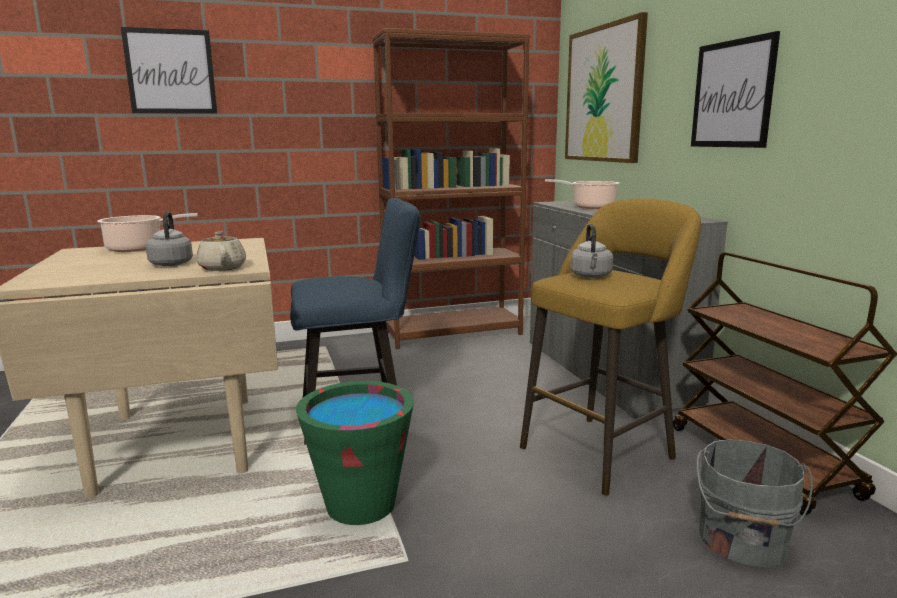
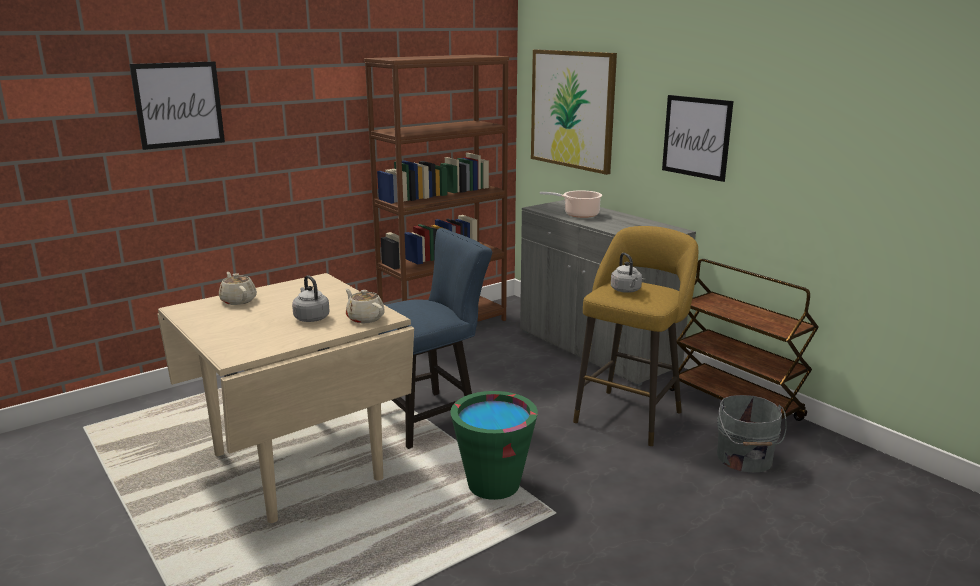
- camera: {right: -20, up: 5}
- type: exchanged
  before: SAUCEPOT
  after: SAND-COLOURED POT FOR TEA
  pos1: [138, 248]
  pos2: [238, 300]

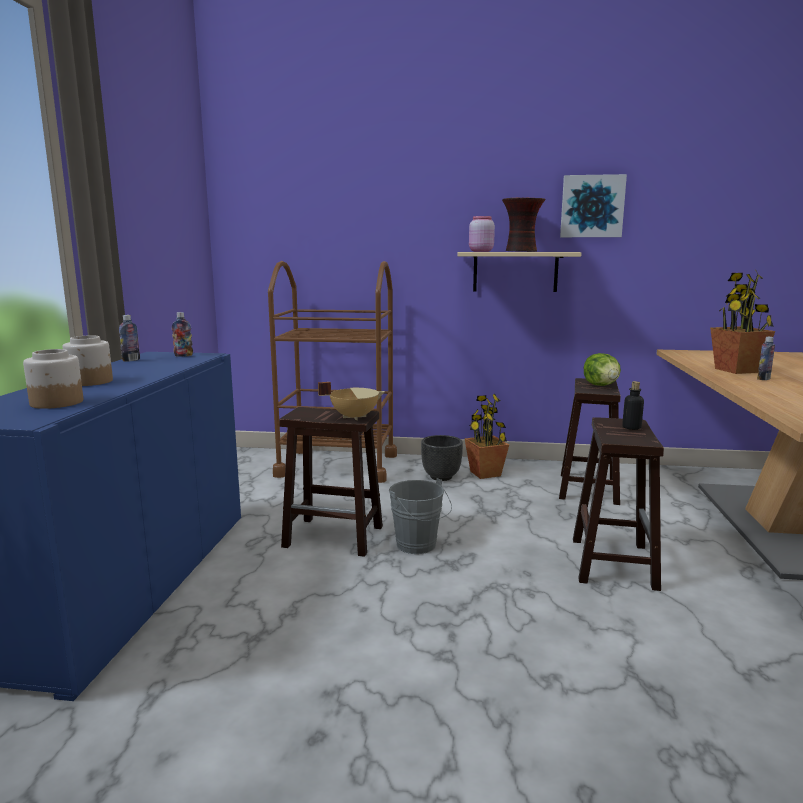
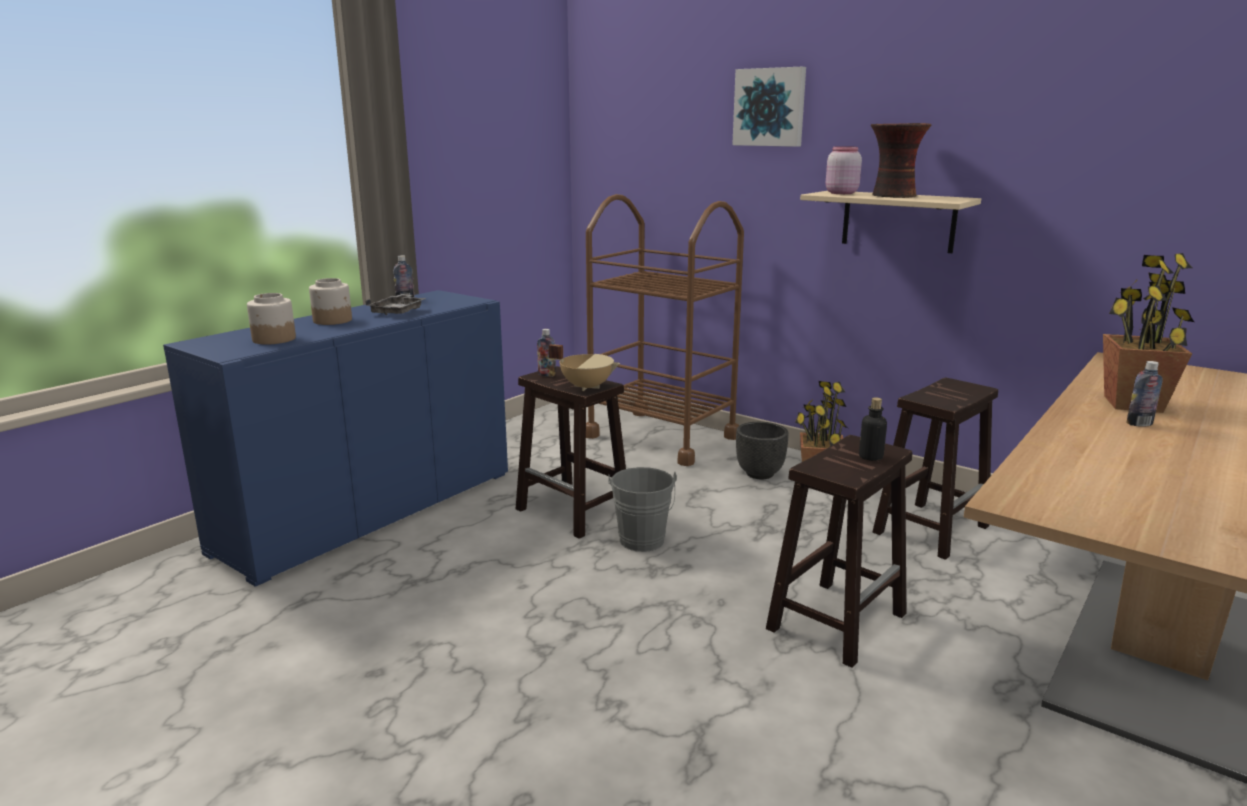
- camera: {right: 30, up: 5}
- type: relocated
  before: DRINK BOTTLE
  pos1: [183, 355]
  pos2: [547, 375]
- type: relocated
  before: PICTURE
  pos1: [592, 206]
  pos2: [770, 107]
- type: missing
  before: LETTUCE
  pos1: [601, 385]
- type: appeared
  after: GRAY SERVING TRAY
  pos2: [398, 312]

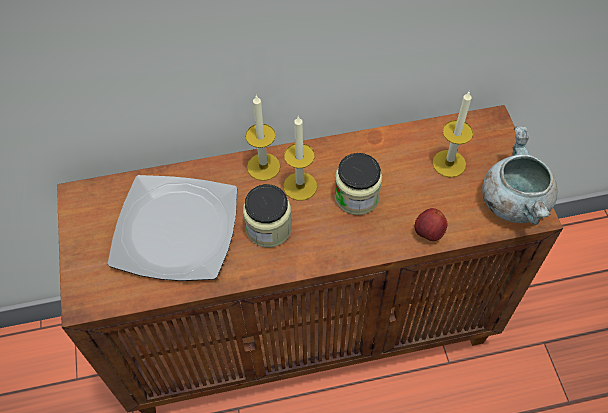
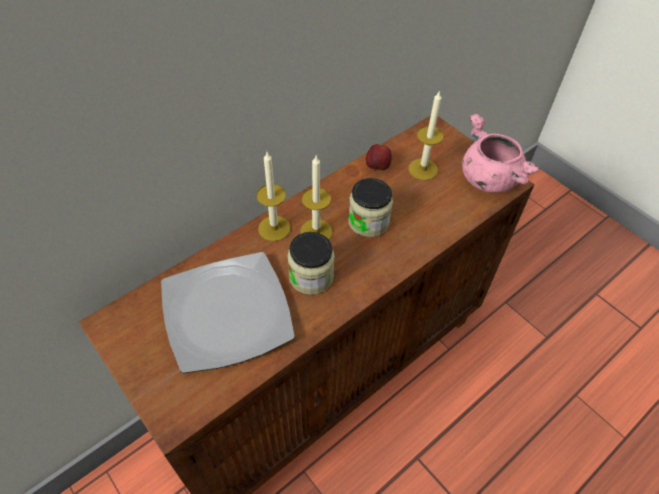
- camera: {right: -30, up: -5}
- type: relocated
  before: WHOLE APPLE
  pos1: [428, 233]
  pos2: [377, 167]
- type: colour
  before: GRAY SAUCEPOT
  after: PINK SAUCEPOT
  pos1: [513, 202]
  pos2: [488, 179]

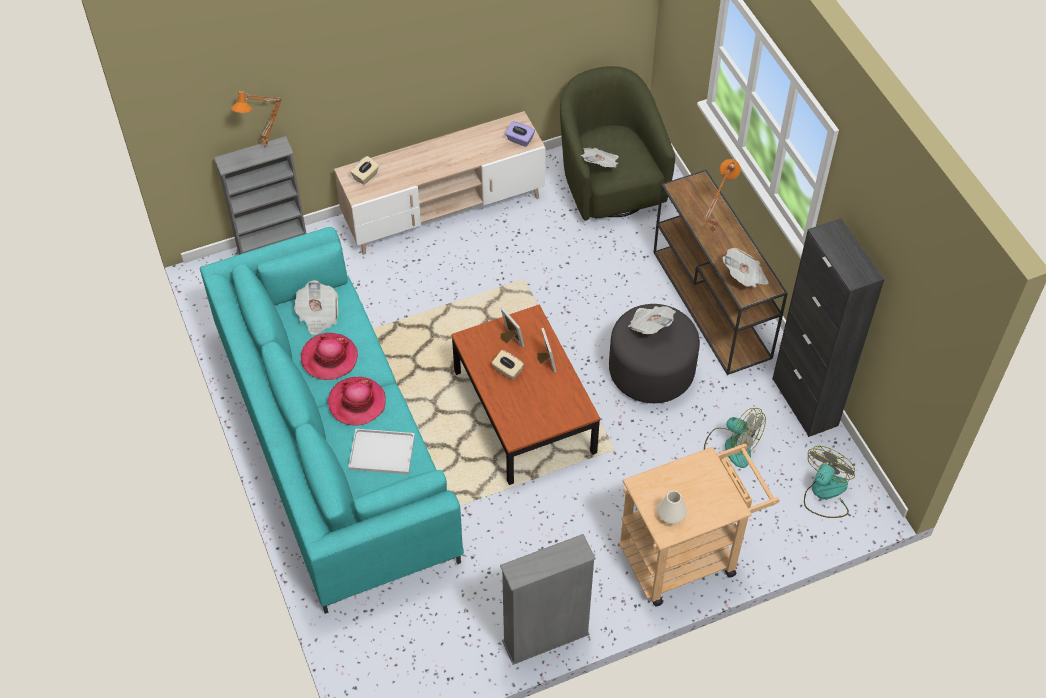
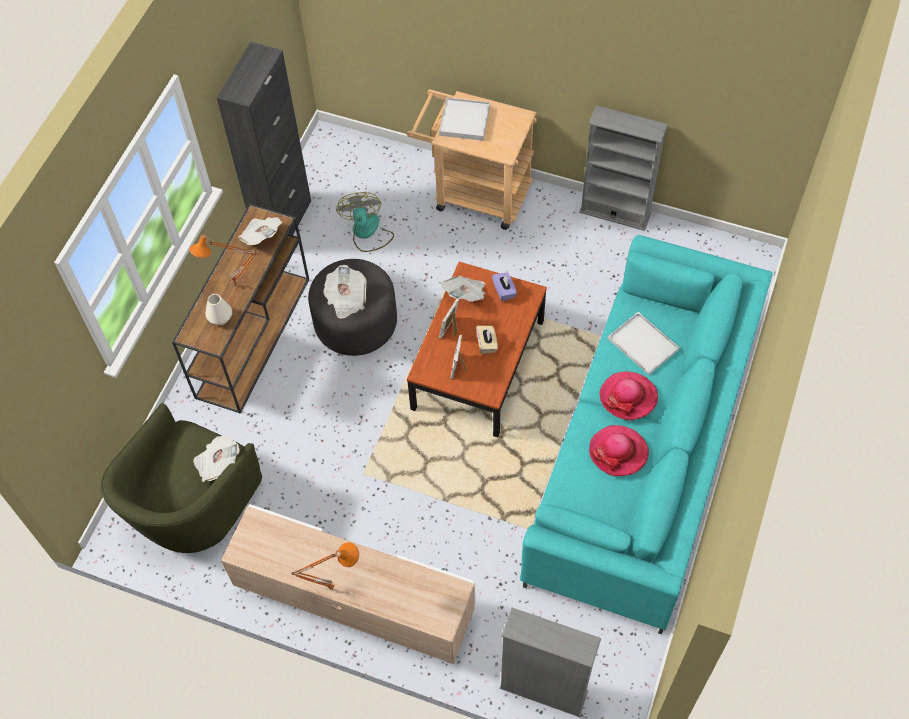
- camera: {right: -135, up: 5}
- type: relocated
  before: ORANGE TABLETOP LAMP
  pos1: [267, 148]
  pos2: [332, 587]
- type: relocated
  before: NEWSPAPER
  pos1: [318, 315]
  pos2: [466, 294]
- type: missing
  before: SAND-COLOURED BOX OF TISSUES
  pos1: [366, 176]
- type: relocated
  before: PURPLISH BOX OF TISSUES
  pos1: [519, 140]
  pos2: [504, 291]
- type: relocated
  before: WHITE VASE
  pos1: [670, 516]
  pos2: [220, 318]
- type: missing
  before: COOLING FAN
  pos1: [824, 493]
- type: appeared
  after: WHITE SERVING TRAY
  pos2: [464, 121]

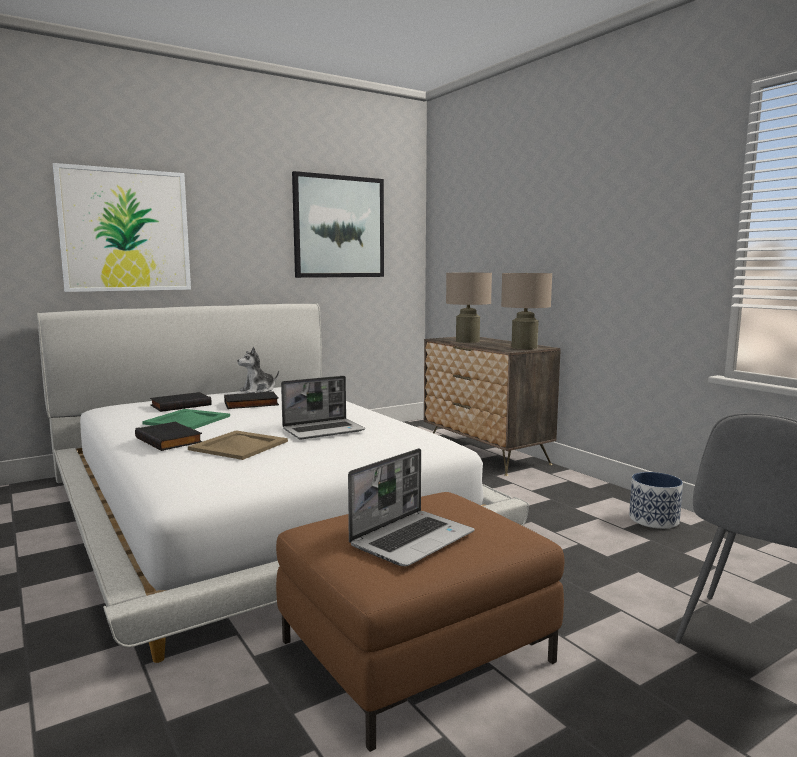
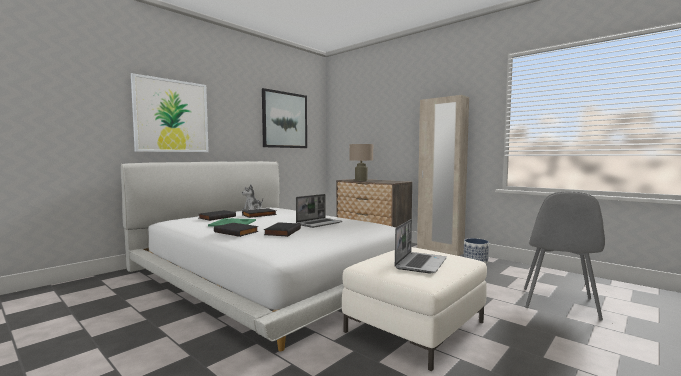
- camera: {right: -15, up: -5}
- type: exchanged
  before: SAND-COLOURED SERVING TRAY
  after: BLACK-COLOURED VOLUME
  pos1: [239, 445]
  pos2: [282, 231]
- type: colour
  before: BROWN-COLOURED OTTOMAN
  after: WHITE OTTOMAN
  pos1: [416, 651]
  pos2: [415, 327]
- type: missing
  before: SAND-COLOURED TABLETOP LAMP
  pos1: [524, 347]
- type: appeared
  after: SAND-COLOURED CLOTHES CUPBOARD
  pos2: [440, 251]

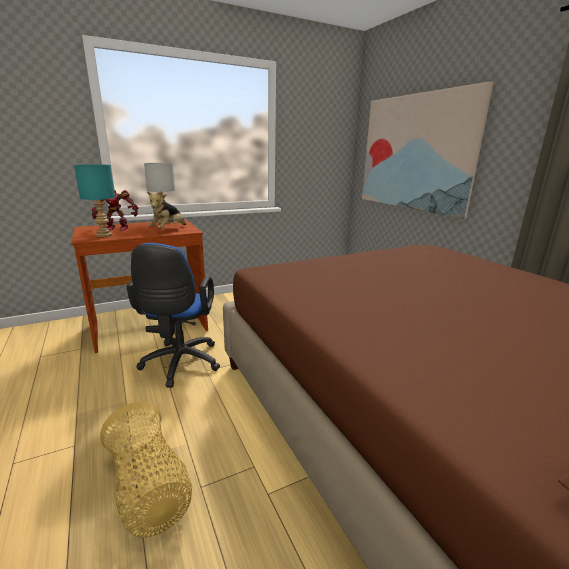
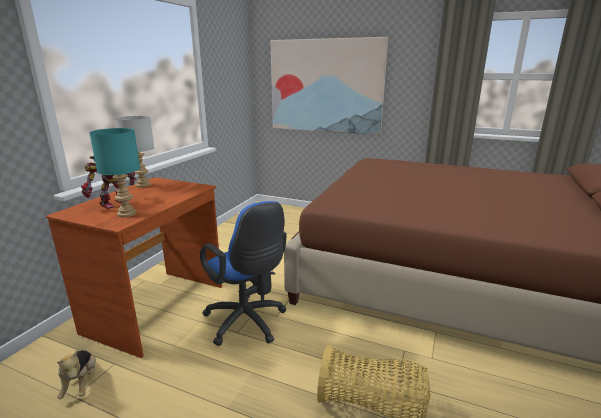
- camera: {right: -40, up: 0}
- type: relocated
  before: SOFT TOY
  pos1: [168, 230]
  pos2: [81, 383]

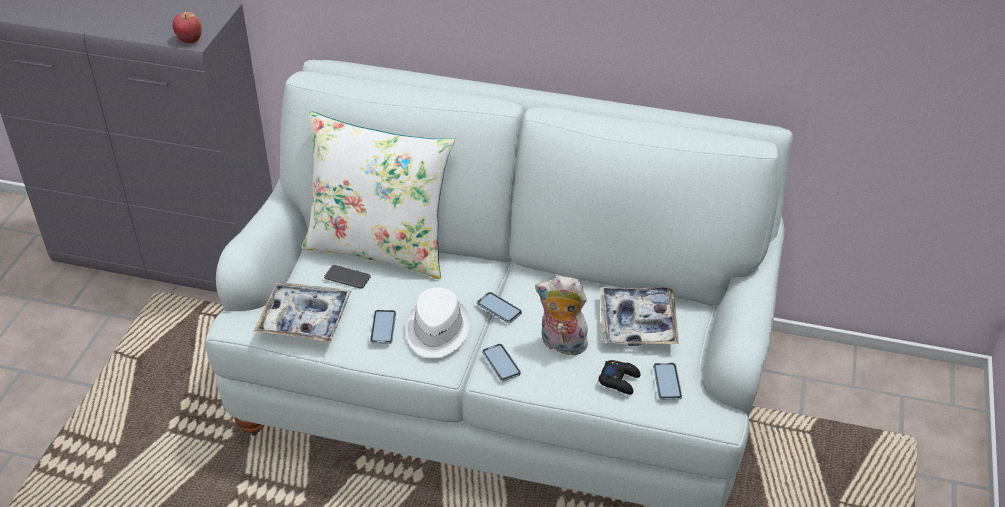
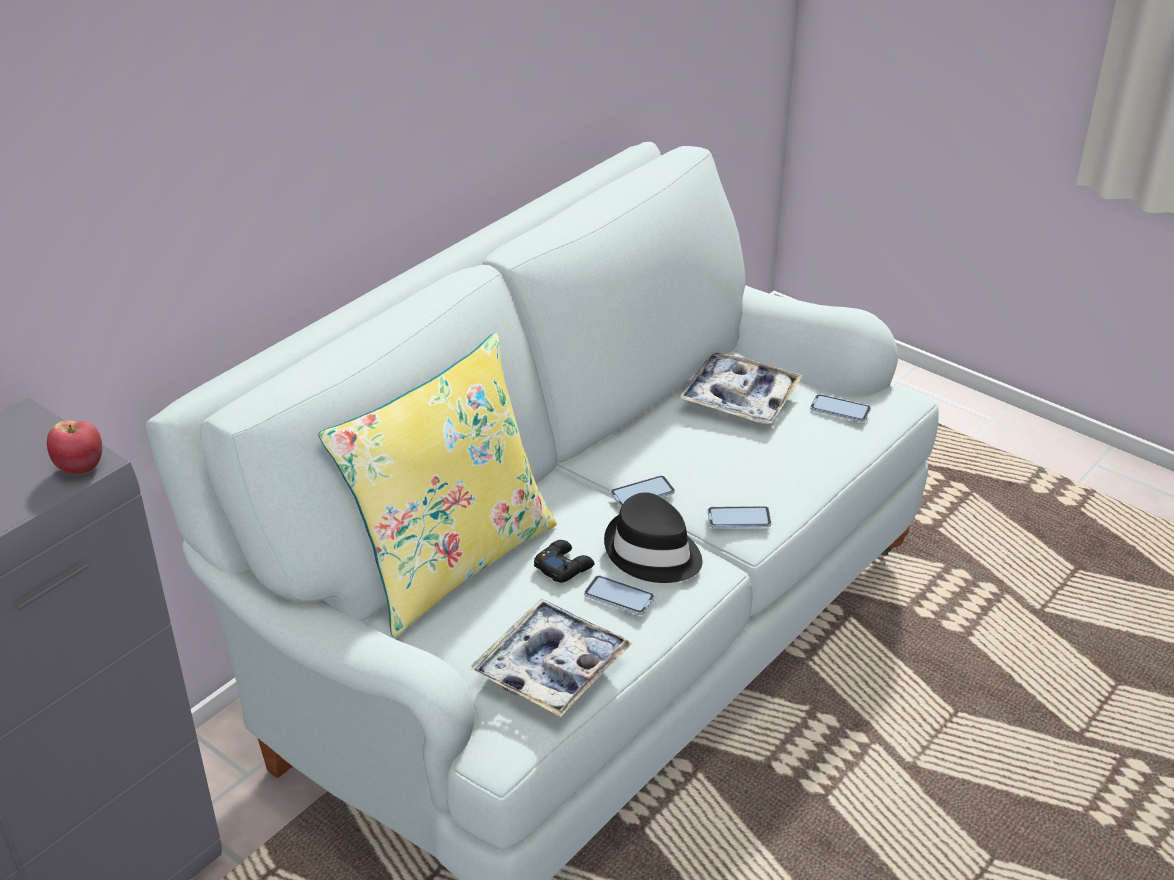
- camera: {right: -65, up: -5}
- type: colour
  before: WHITE PILLOW
  after: YELLOW-COLOURED PILLOW
  pos1: [380, 247]
  pos2: [451, 561]
- type: missing
  before: PHONE
  pos1: [347, 277]
- type: colour
  before: WHITE HAT
  after: BLACK-COLOURED HAT
  pos1: [436, 330]
  pos2: [652, 553]
- type: missing
  before: SOFT TOY
  pos1: [561, 345]
- type: relocated
  before: BLACK-COLOURED GAME CONTROLLER
  pos1: [619, 380]
  pos2: [563, 566]

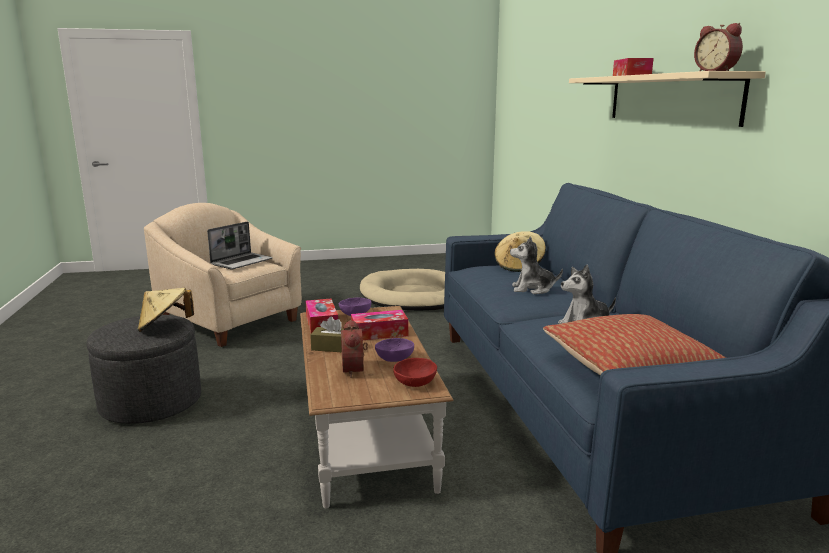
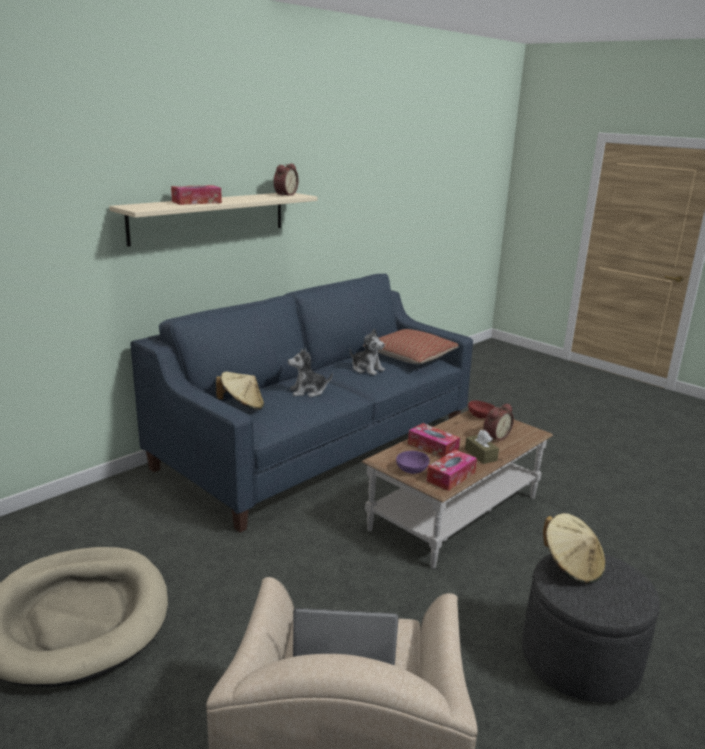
- camera: {right: -125, up: 5}
- type: missing
  before: PURPLISH SERVING BOWL
  pos1: [394, 359]
- type: spun
  before: SOFT TOY
  pos1: [532, 289]
  pos2: [308, 391]
  turn: 105

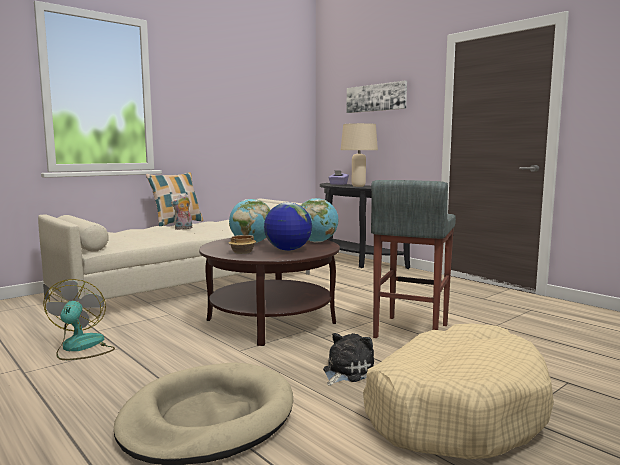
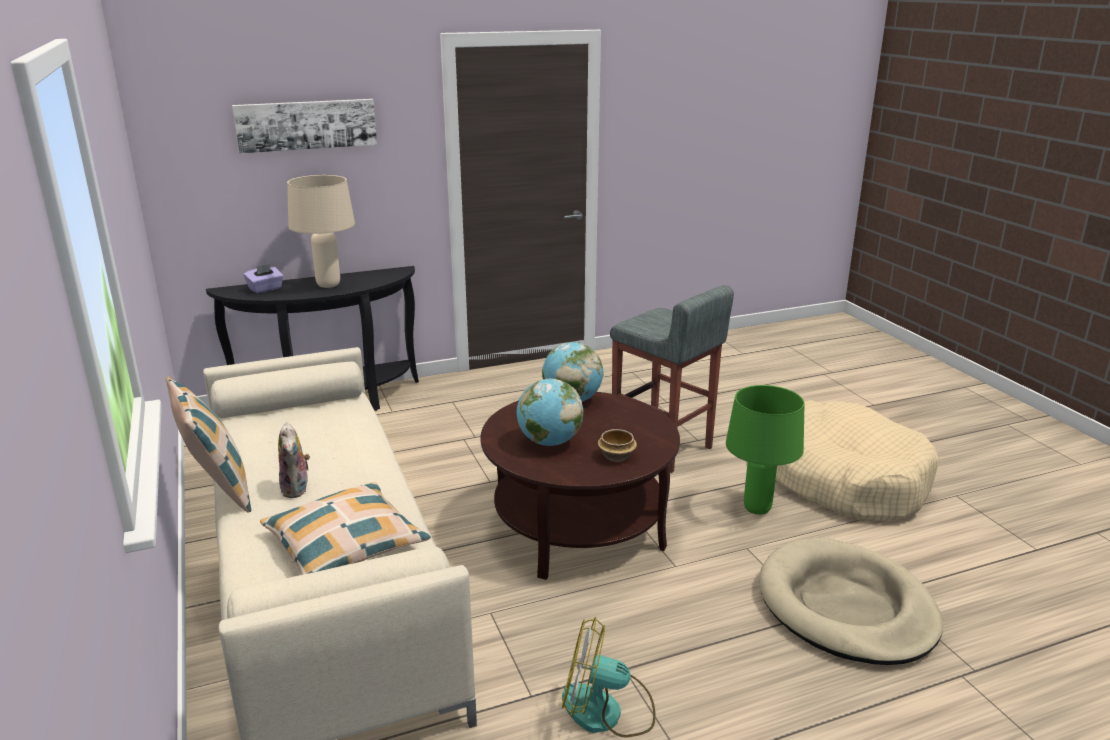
- camera: {right: -70, up: 15}
- type: missing
  before: DESK GLOBE
  pos1: [288, 250]
- type: exchanged
  before: SOFT TOY
  after: GREEN-COLOURED TABLETOP LAMP
  pos1: [346, 372]
  pos2: [757, 509]
- type: appeared
  after: PILLOW
  pos2: [345, 544]

